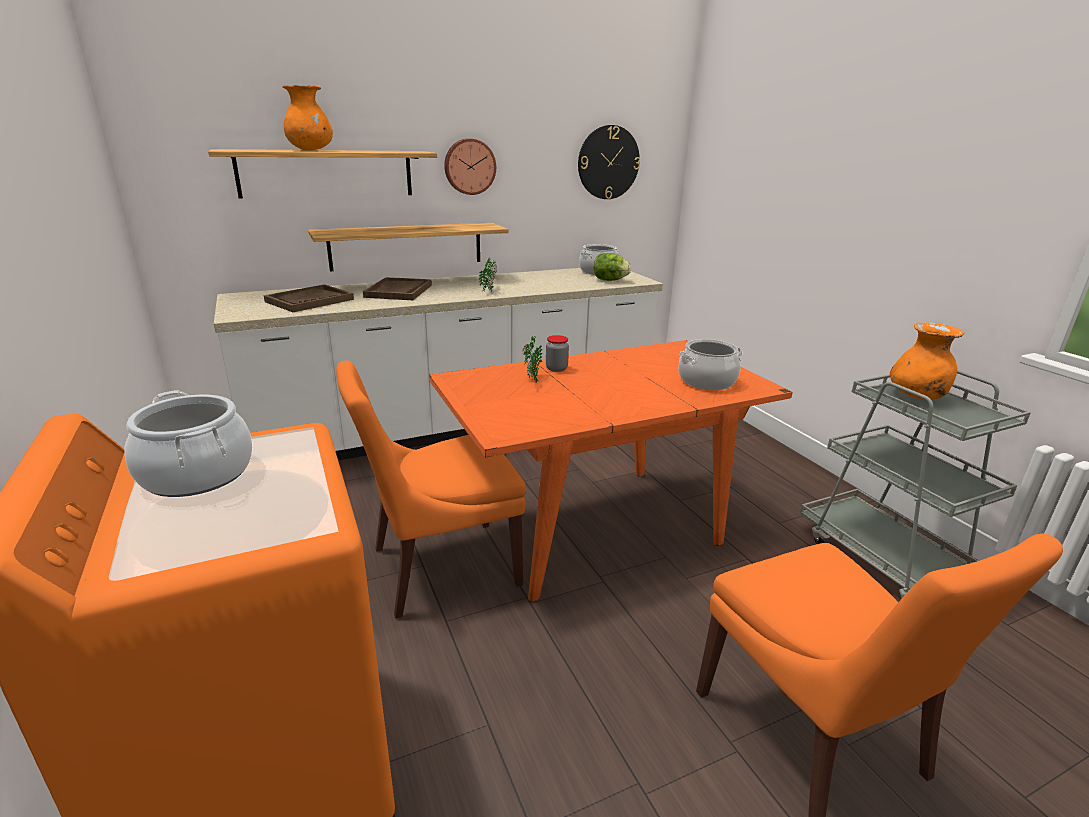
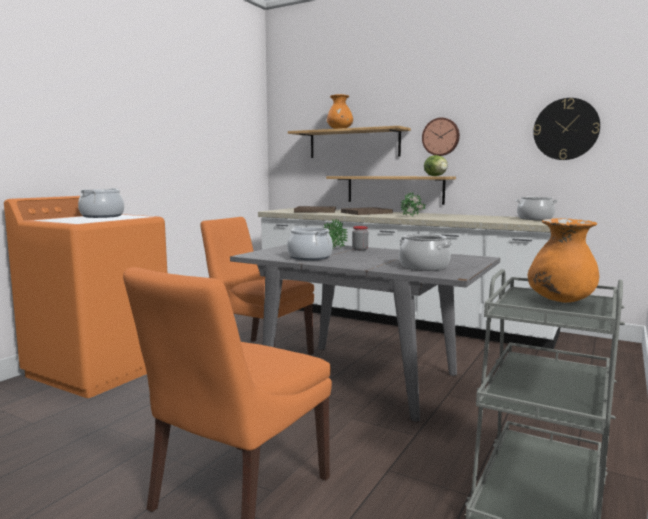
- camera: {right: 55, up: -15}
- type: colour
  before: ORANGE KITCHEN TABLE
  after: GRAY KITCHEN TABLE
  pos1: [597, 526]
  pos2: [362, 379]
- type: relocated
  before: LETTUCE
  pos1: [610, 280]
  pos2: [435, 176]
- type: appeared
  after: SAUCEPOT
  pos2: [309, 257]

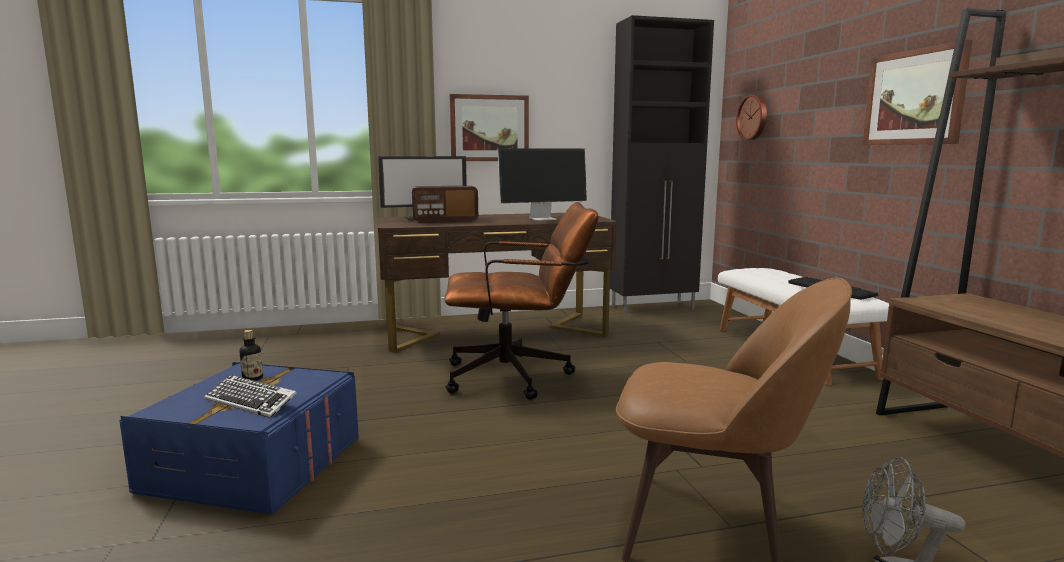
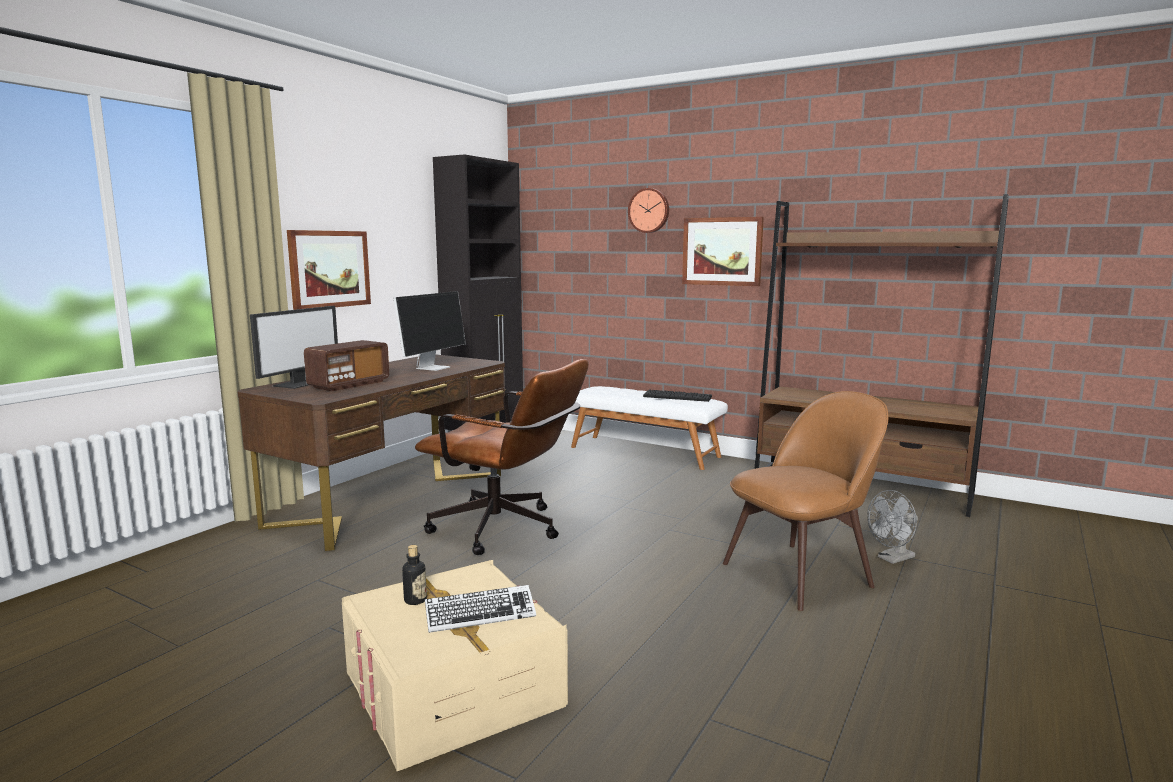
- camera: {right: -45, up: 0}
- type: colour
  before: BLUE STORAGE BOX
  after: SAND-COLOURED STORAGE BOX
  pos1: [254, 465]
  pos2: [453, 690]
- type: spun
  before: BROWN-COLOURED DESK CHAIR
  pos1: [519, 377]
  pos2: [506, 530]
  turn: 75
- type: relocated
  before: CLOCK ON THE WALL
  pos1: [753, 117]
  pos2: [649, 210]

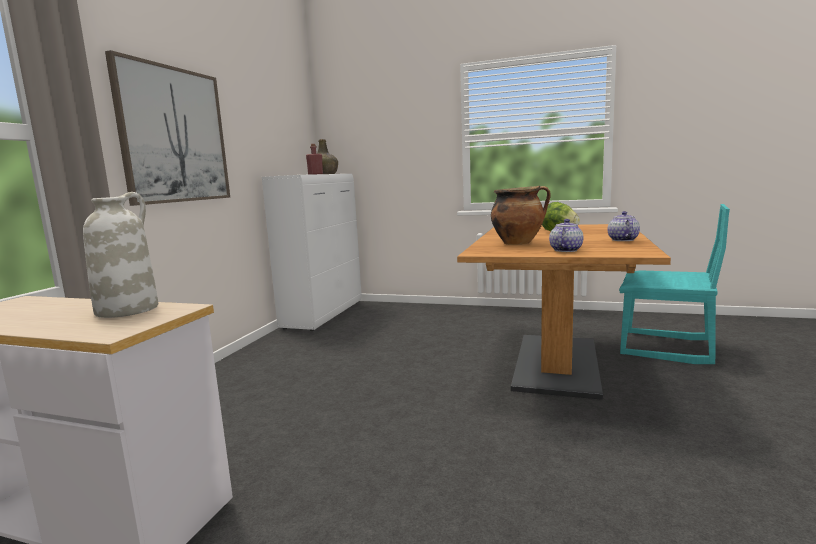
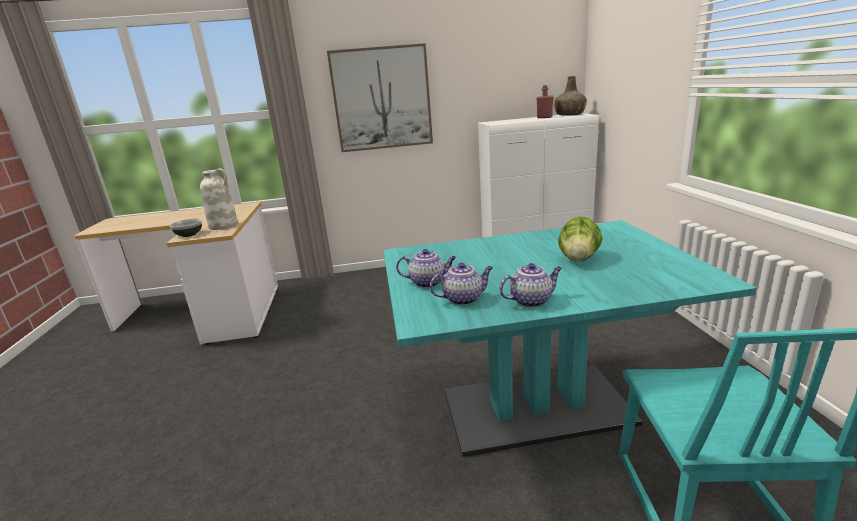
- camera: {right: 65, up: 10}
- type: colour
  before: BROWN-COLOURED KITCHEN TABLE
  after: BLUE-GREEN KITCHEN TABLE
  pos1: [556, 364]
  pos2: [536, 408]
- type: missing
  before: SAUCEPOT
  pos1: [518, 243]
- type: appeared
  after: SERVING BOWL
  pos2: [189, 235]
- type: appeared
  after: POT FOR TEA
  pos2: [463, 299]

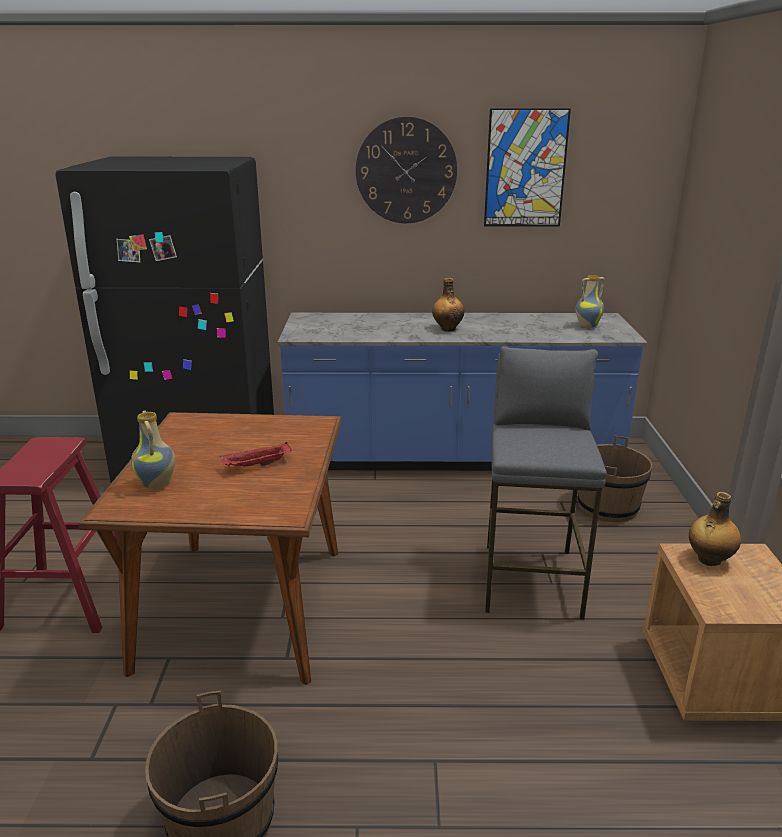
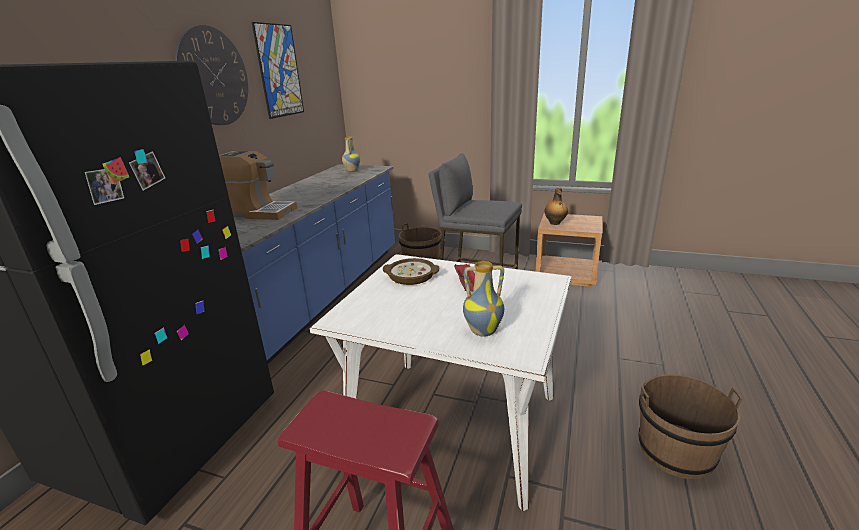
- camera: {right: -70, up: 0}
- type: colour
  before: BROWN-COLOURED KITCHEN TABLE
  after: WHITE KITCHEN TABLE
  pos1: [243, 606]
  pos2: [453, 423]
- type: missing
  before: DRINK BOTTLE
  pos1: [447, 329]
- type: appeared
  after: COFFEE MAKER
  pos2: [257, 212]
- type: appeared
  after: SERVING BOWL
  pos2: [411, 276]

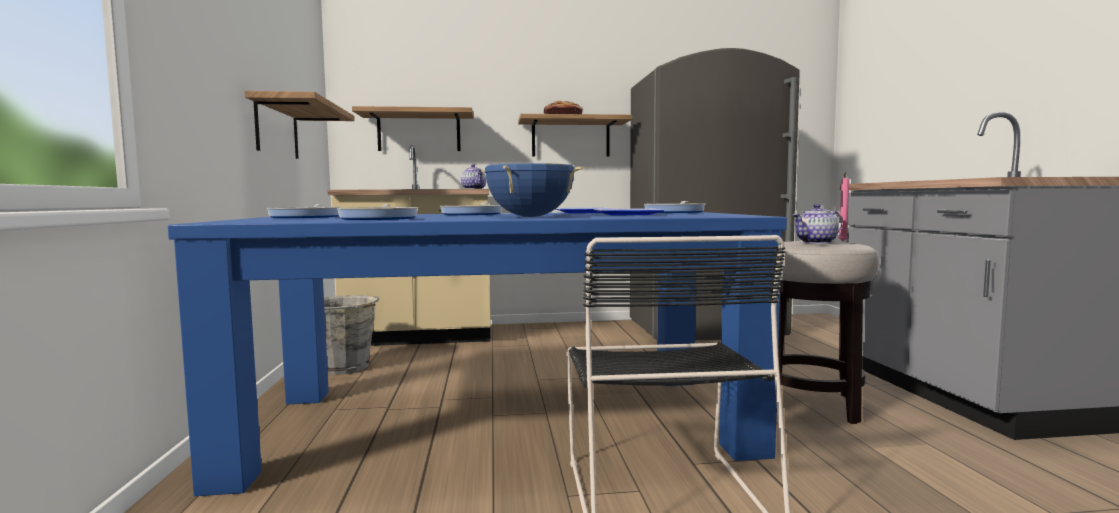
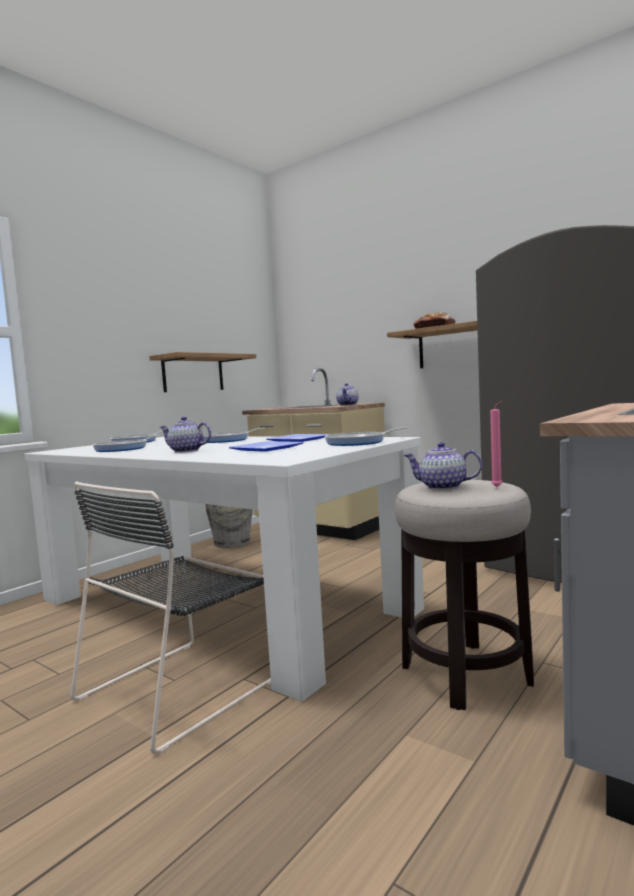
- camera: {right: 45, up: 0}
- type: colour
  before: BLUE KITCHEN TABLE
  after: WHITE KITCHEN TABLE
  pos1: [499, 421]
  pos2: [219, 604]
- type: missing
  before: BRACKET SHELF
  pos1: [419, 132]
- type: exchanged
  before: BLUE SAUCEPOT
  after: POT FOR TEA
  pos1: [530, 217]
  pos2: [186, 451]

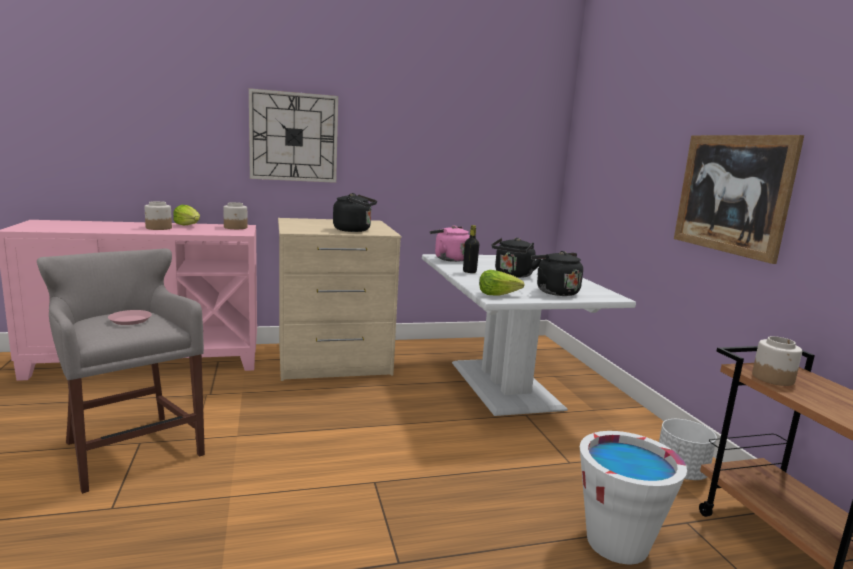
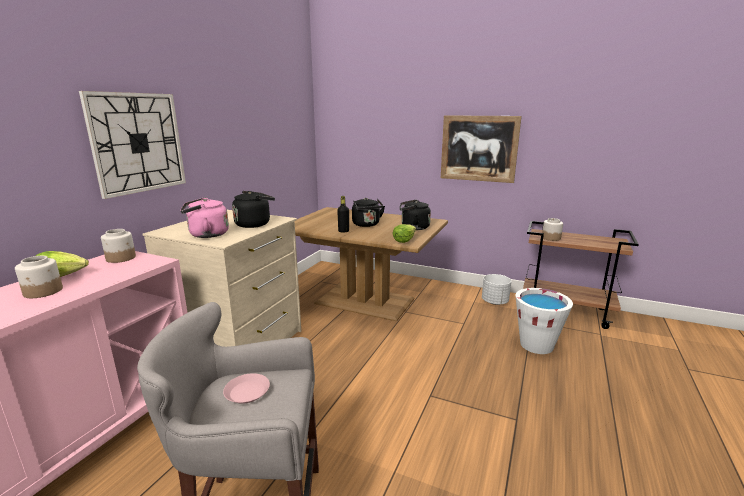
- camera: {right: -50, up: 5}
- type: colour
  before: WHITE KITCHEN TABLE
  after: BROWN-COLOURED KITCHEN TABLE
  pos1: [503, 385]
  pos2: [364, 301]
- type: relocated
  before: PINK WATER KETTLE
  pos1: [449, 259]
  pos2: [206, 235]

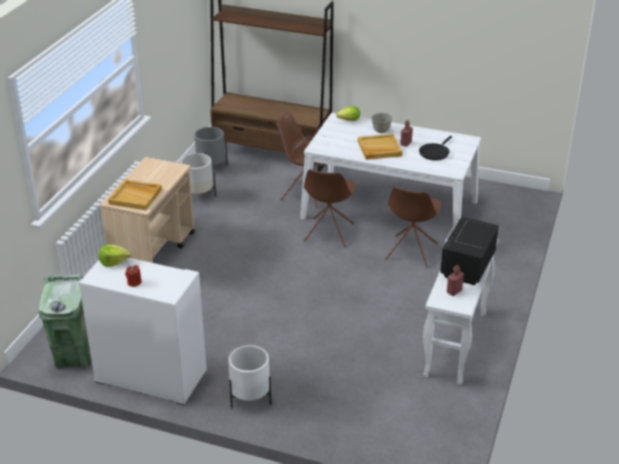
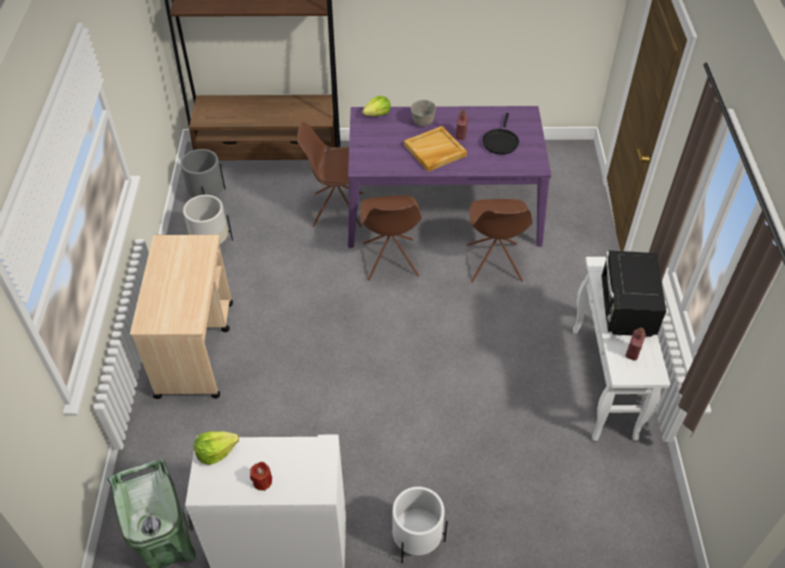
- camera: {right: -20, up: 15}
- type: missing
  before: SAND-COLOURED SERVING TRAY
  pos1: [136, 196]
- type: colour
  before: WHITE KITCHEN TABLE
  after: PURPLISH KITCHEN TABLE
  pos1: [389, 210]
  pos2: [442, 208]

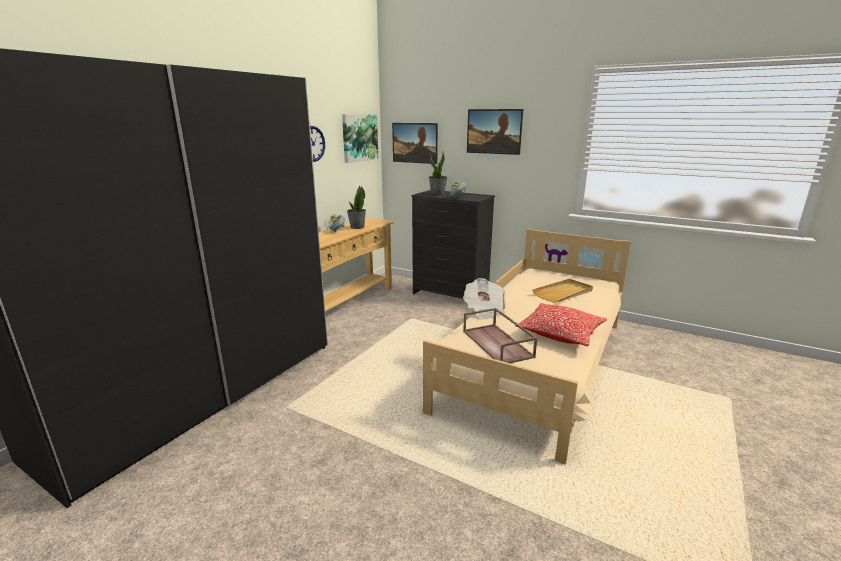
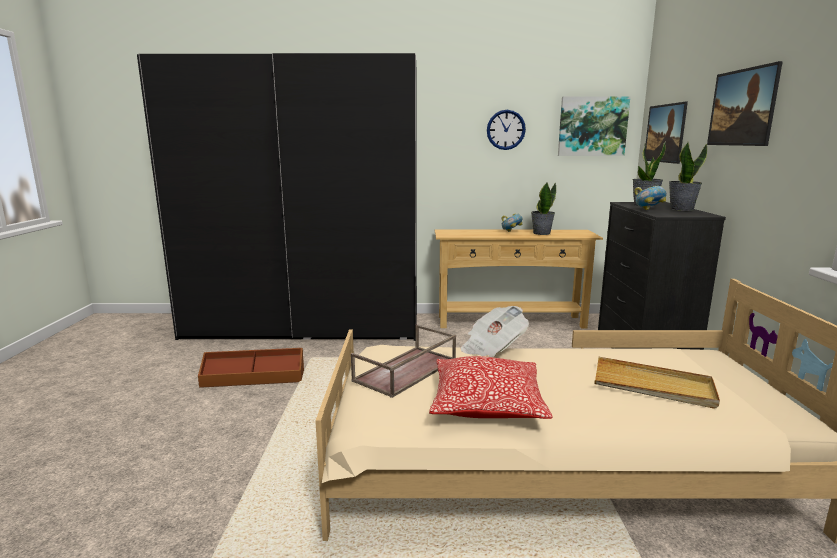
- camera: {right: 60, up: -5}
- type: appeared
  after: BROWN-COLOURED STORAGE BOX
  pos2: [253, 378]
- type: appeared
  after: PLANT IN A POT
  pos2: [681, 209]

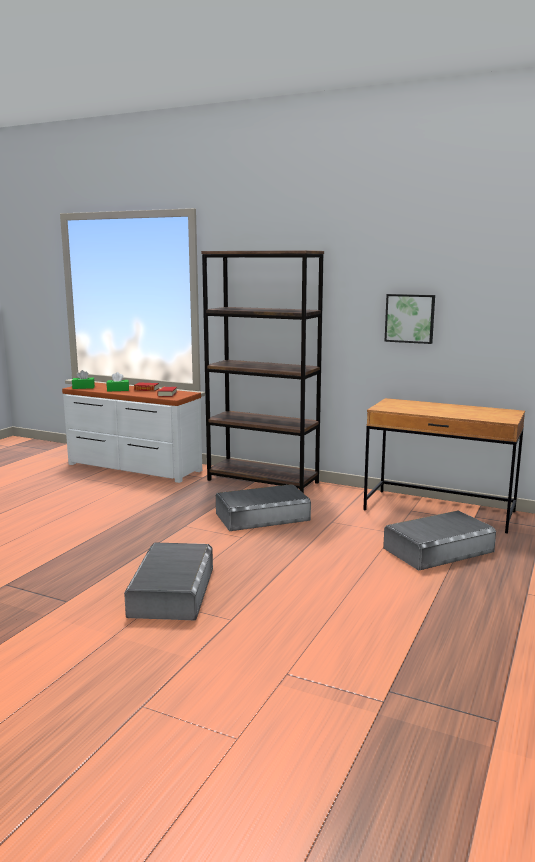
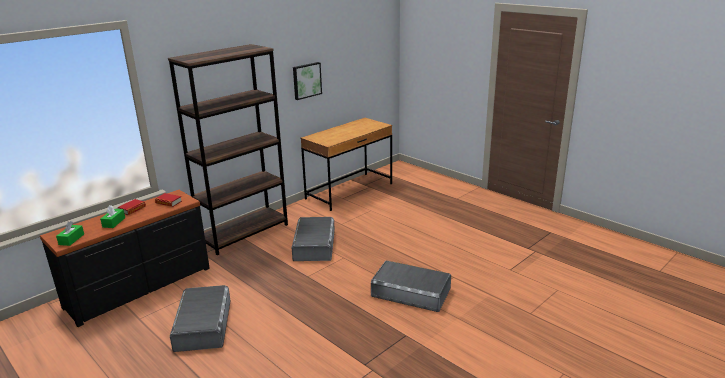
- camera: {right: -70, up: 10}
- type: colour
  before: WHITE DRESSER
  after: BLACK-COLOURED DRESSER
  pos1: [133, 468]
  pos2: [140, 288]
- type: relocated
  before: GRAY STORAGE BOX
  pos1: [438, 549]
  pos2: [203, 324]

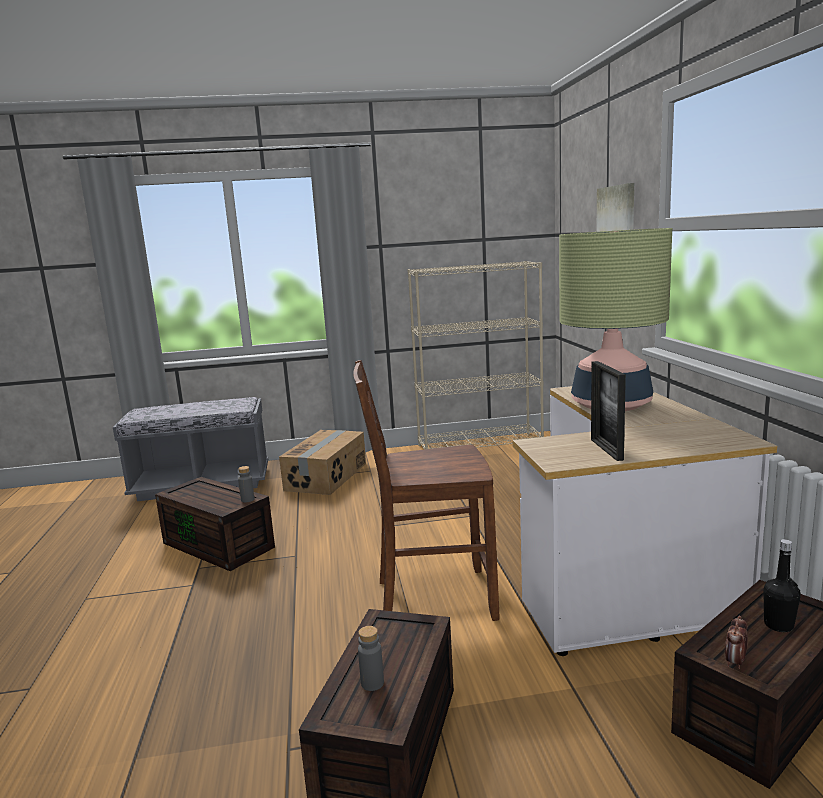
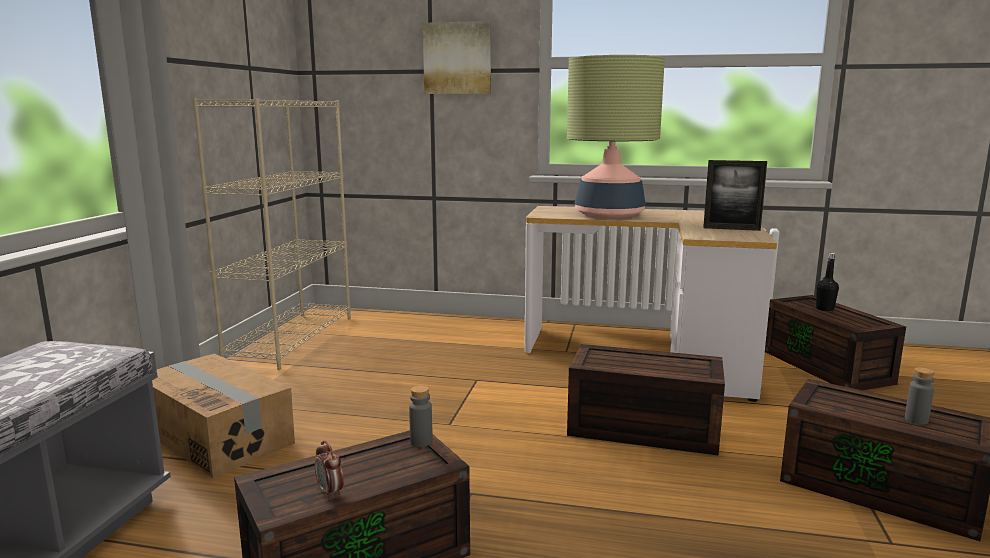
- camera: {right: -70, up: 0}
- type: exchanged
  before: BROWN-COLOURED CHAIR
  after: BROWN-COLOURED STORAGE BOX
  pos1: [432, 598]
  pos2: [640, 429]
- type: relocated
  before: BEDSIDE CLOCK
  pos1: [735, 662]
  pos2: [330, 492]

